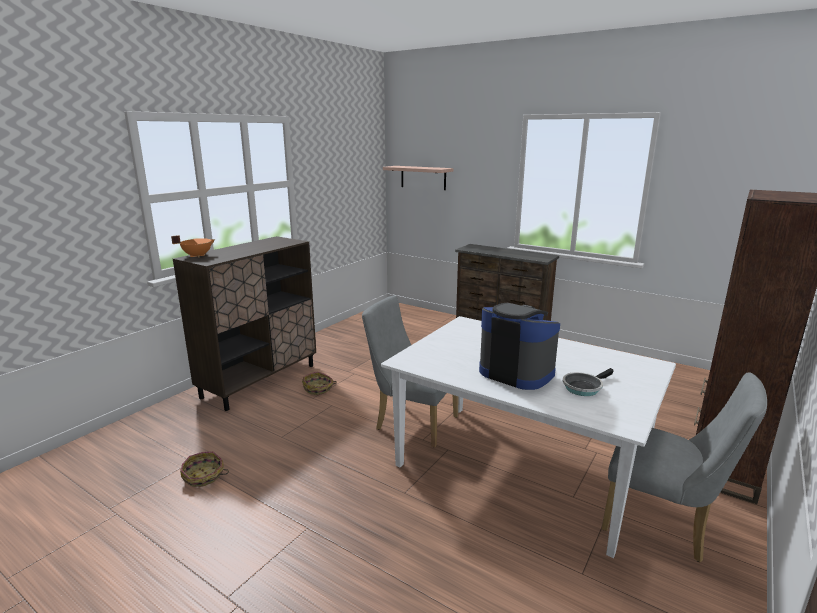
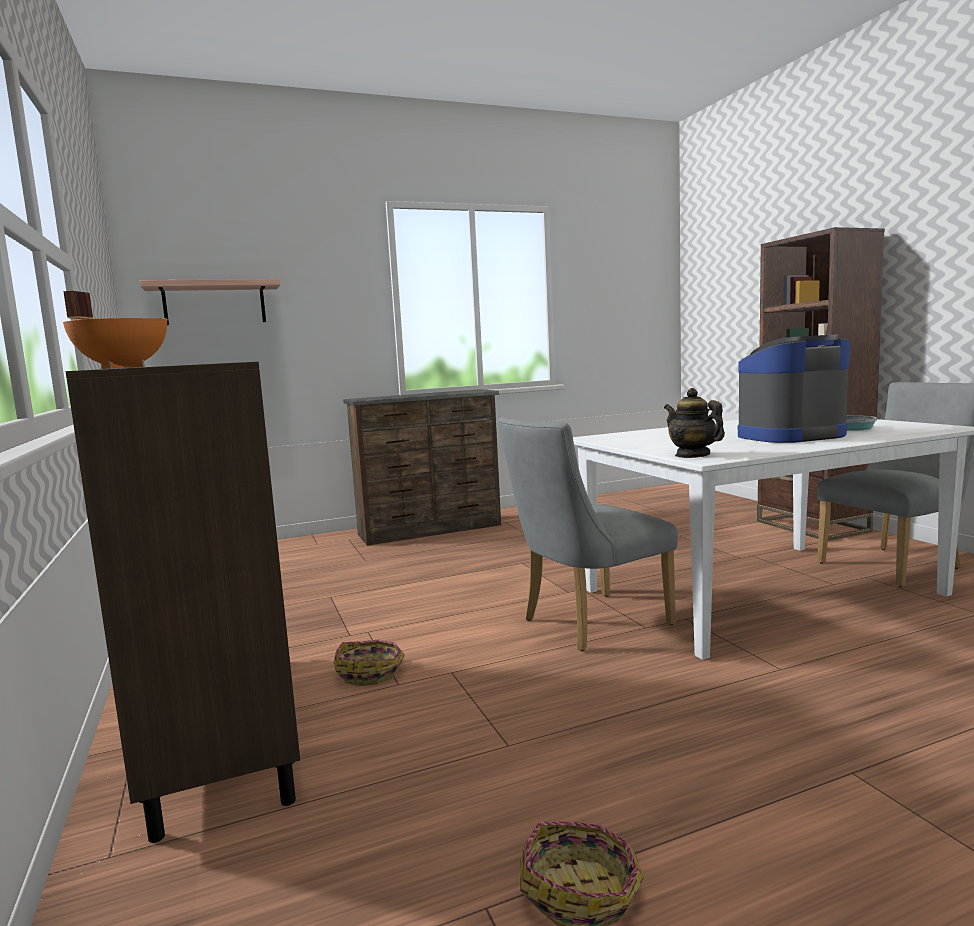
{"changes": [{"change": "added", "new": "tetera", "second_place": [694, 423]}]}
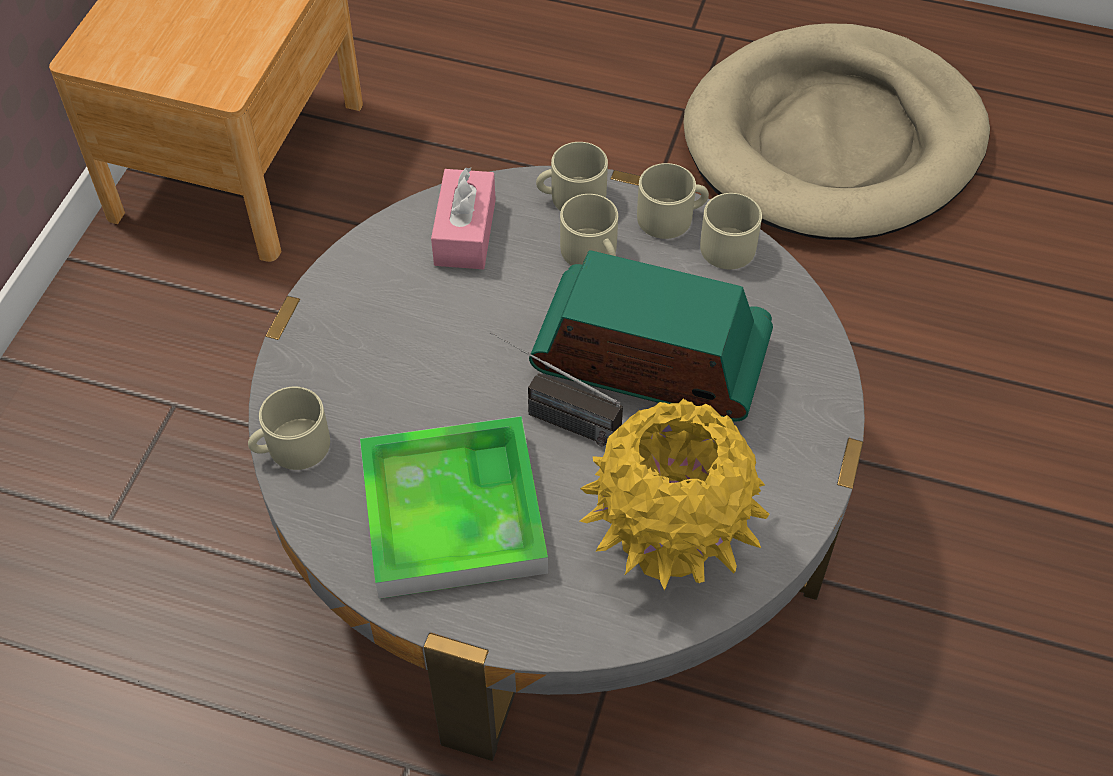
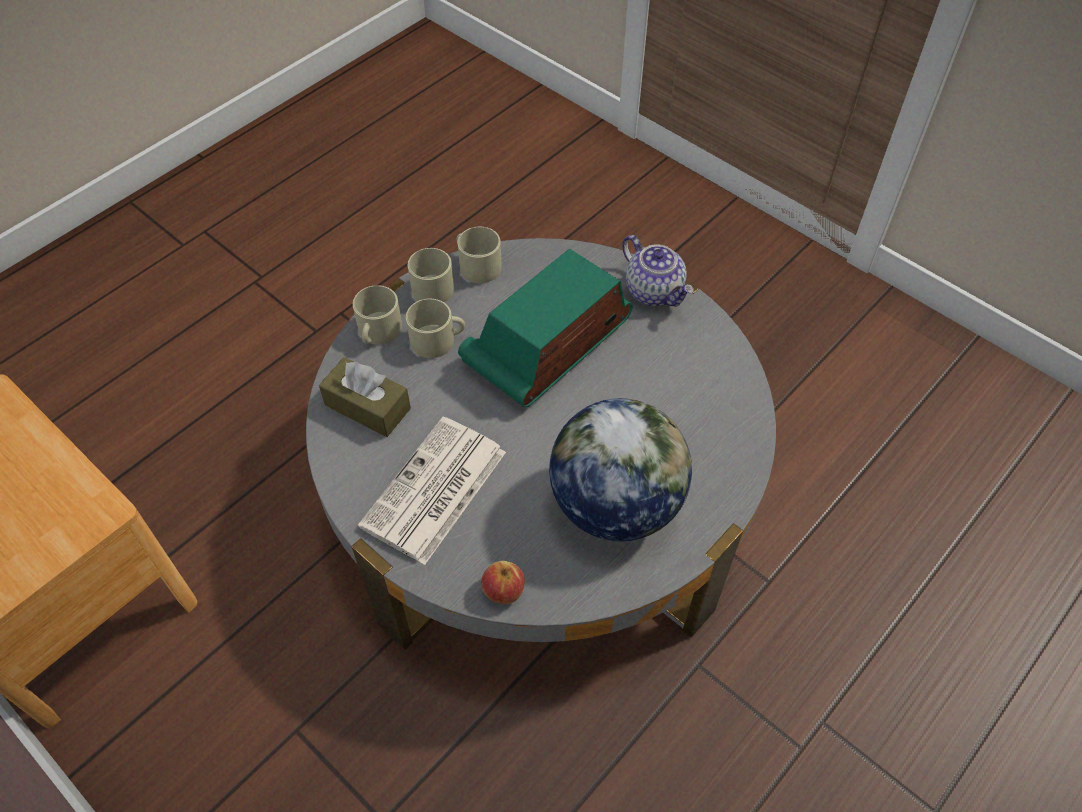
{"changes": [{"change": "removed", "old": "radio", "first_place": [556, 389]}, {"change": "removed", "old": "florero [amarillo]", "first_place": [674, 495]}, {"change": "removed", "old": "cama para perro [beis]", "first_place": [836, 131]}, {"change": "added", "new": "periódico", "second_place": [432, 491]}, {"change": "added", "new": "tetera", "second_place": [658, 271]}, {"change": "replaced", "old": "taza grande [beis]", "new": "manzana", "first_place": [289, 428], "second_place": [503, 582]}, {"change": "replaced", "old": "bandeja", "new": "globo terráqueo", "first_place": [454, 507], "second_place": [620, 469]}, {"change": "recoloured", "old": "caja de pañuelos [rosa]", "new": "caja de pañuelos [marrón]", "first_place": [463, 218], "second_place": [365, 397]}]}
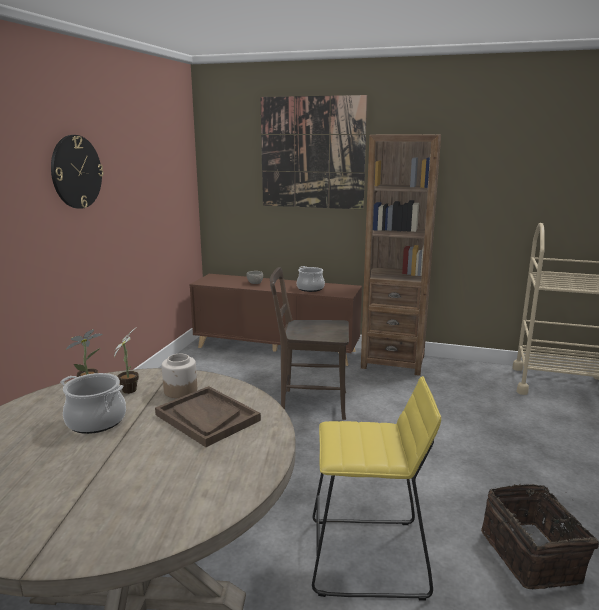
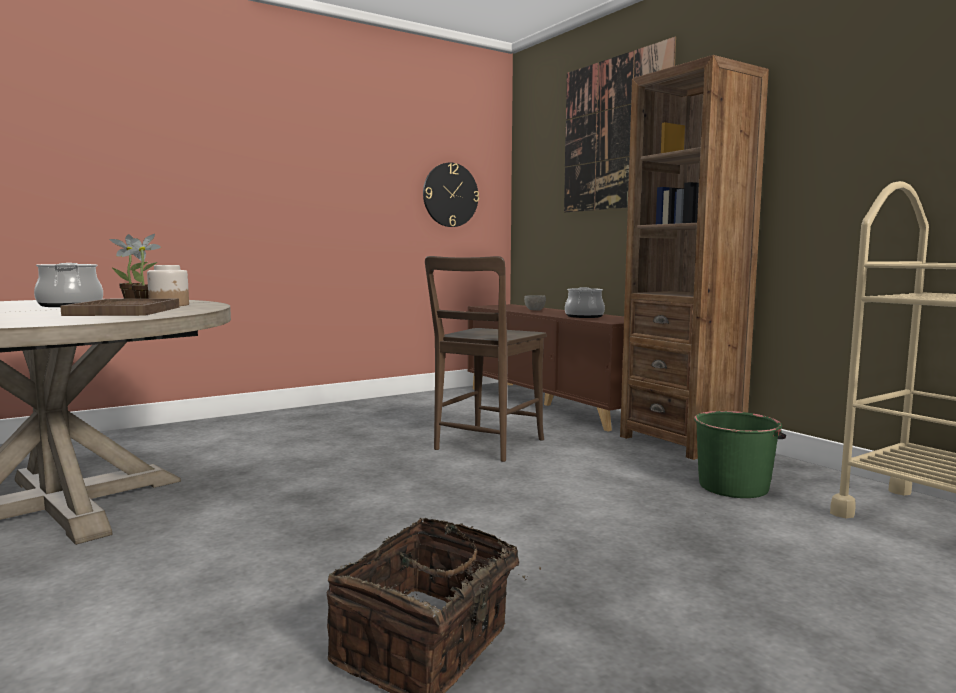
{"changes": [{"change": "removed", "old": "taburete [amarillo]", "first_place": [376, 488]}, {"change": "added", "new": "cubo [verde]", "second_place": [740, 454]}, {"change": "moved", "old": "reloj de pared", "first_place": [77, 172], "second_place": [451, 195]}, {"change": "turned", "old": "silla [marrón]", "first_place": [309, 343], "second_place": [485, 359], "degrees": -105}]}
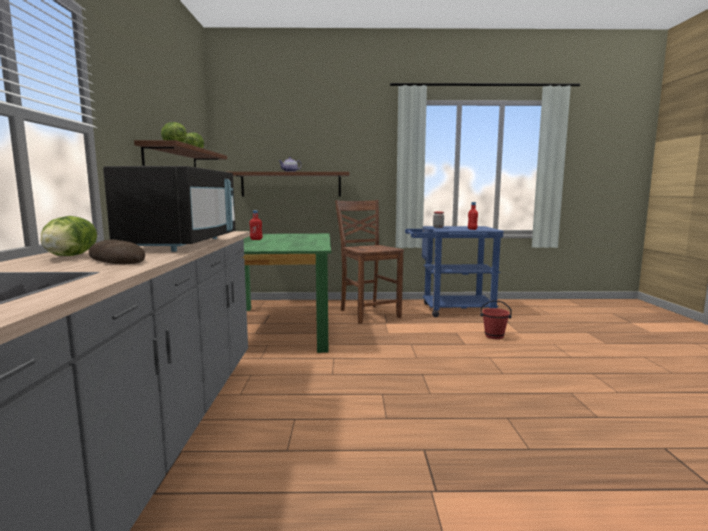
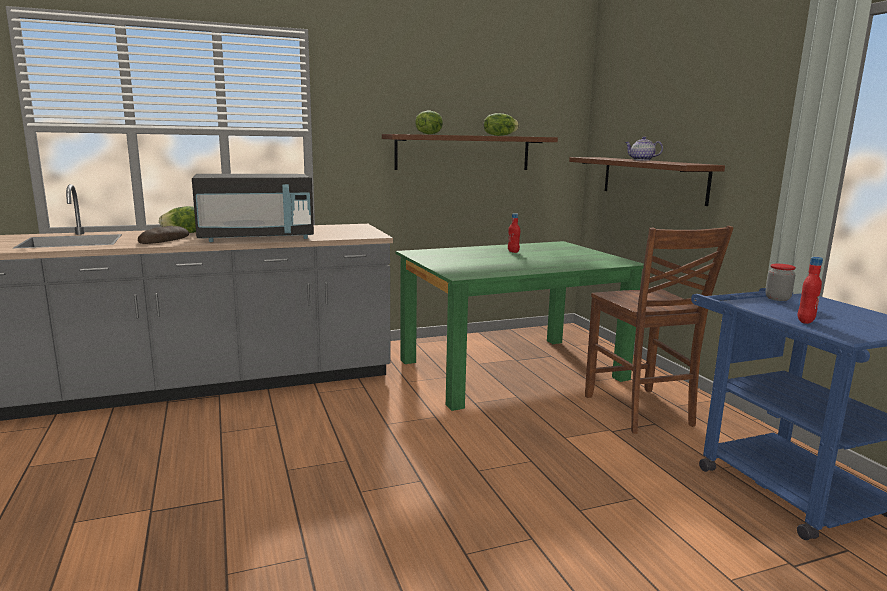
{"changes": [{"change": "removed", "old": "cubo [rojo]", "first_place": [496, 319]}, {"change": "turned", "old": "silla [marrón]", "first_place": [369, 262], "second_place": [659, 330], "degrees": 120}]}
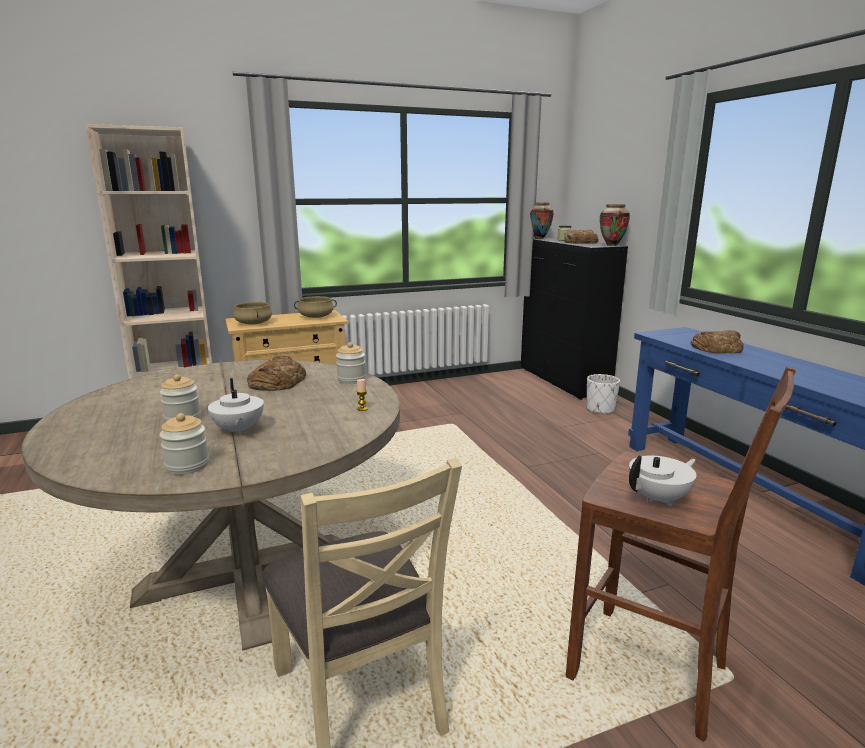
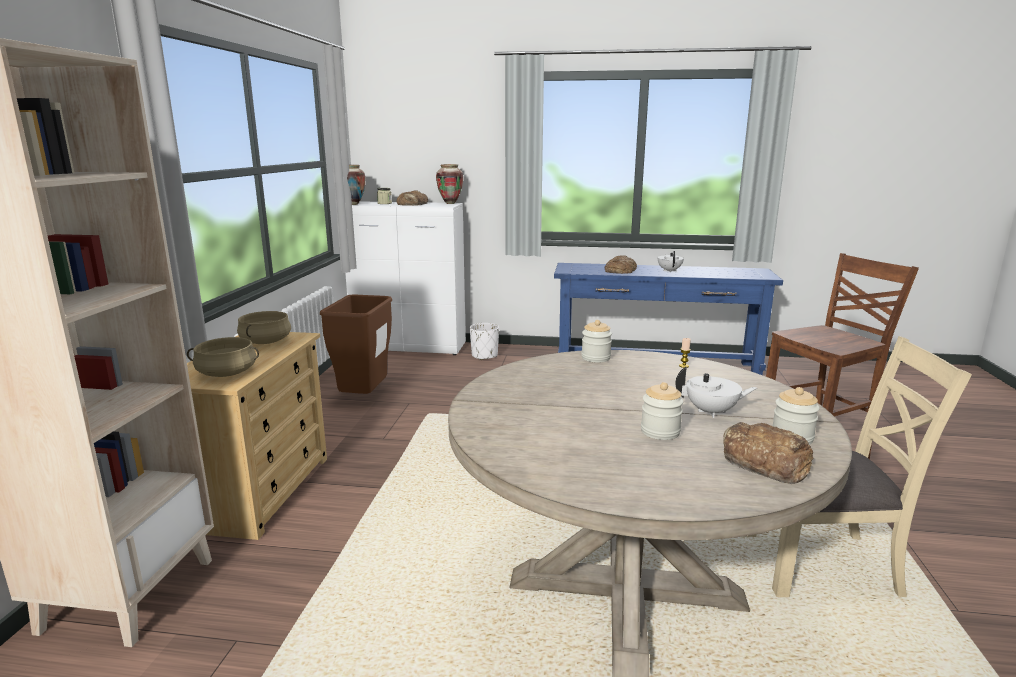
{"changes": [{"change": "added", "new": "papelera [marrón]", "second_place": [356, 344]}, {"change": "moved", "old": "pan", "first_place": [276, 373], "second_place": [768, 453]}, {"change": "moved", "old": "tetera [blanco]", "first_place": [662, 481], "second_place": [671, 261]}, {"change": "recoloured", "old": "armario [negro]", "new": "armario [blanco]", "first_place": [574, 319], "second_place": [405, 278]}]}
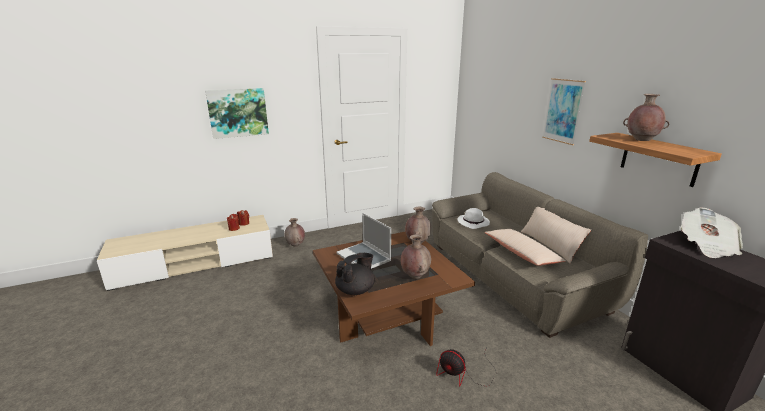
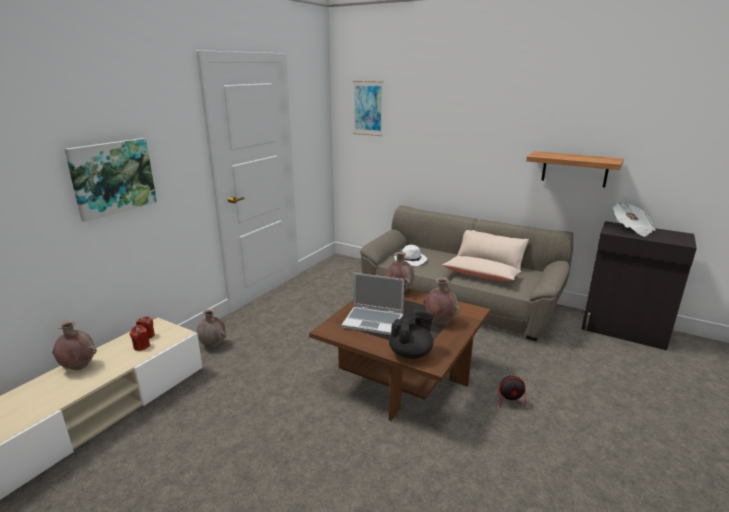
{"changes": [{"change": "moved", "old": "cuadro", "first_place": [564, 111], "second_place": [368, 108]}, {"change": "moved", "old": "florero [marrón]", "first_place": [646, 117], "second_place": [74, 345]}, {"change": "turned", "old": "tetera [negro]", "first_place": [355, 274], "second_place": [411, 335], "degrees": 45}]}
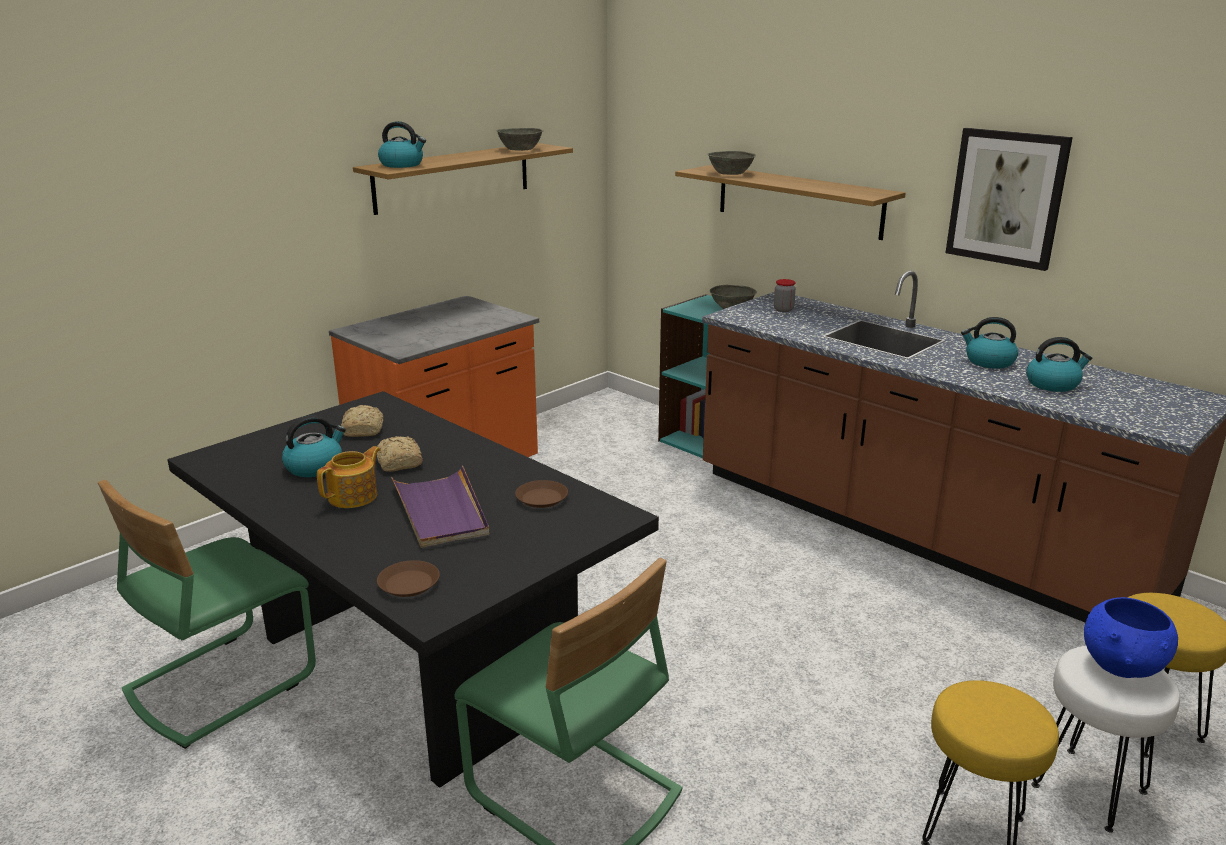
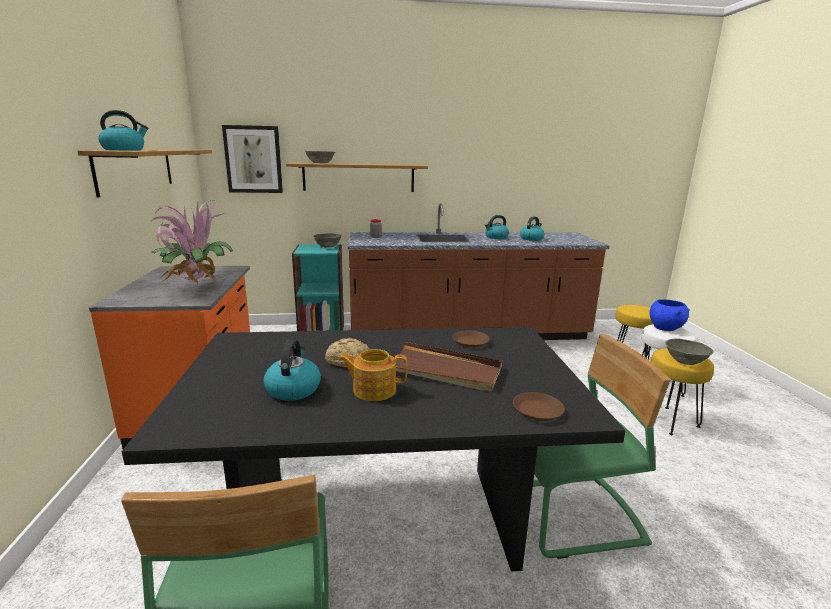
{"changes": [{"change": "removed", "old": "pan", "first_place": [362, 421]}, {"change": "added", "new": "planta en maceta", "second_place": [191, 242]}, {"change": "moved", "old": "cuenco [gris]", "first_place": [520, 139], "second_place": [689, 351]}, {"change": "moved", "old": "cuadro", "first_place": [1009, 199], "second_place": [252, 159]}, {"change": "recoloured", "old": "bandeja [morado]", "new": "bandeja [marrón]", "first_place": [440, 506], "second_place": [449, 367]}, {"change": "turned", "old": "tetera", "first_place": [349, 477], "second_place": [372, 375], "degrees": -75}]}
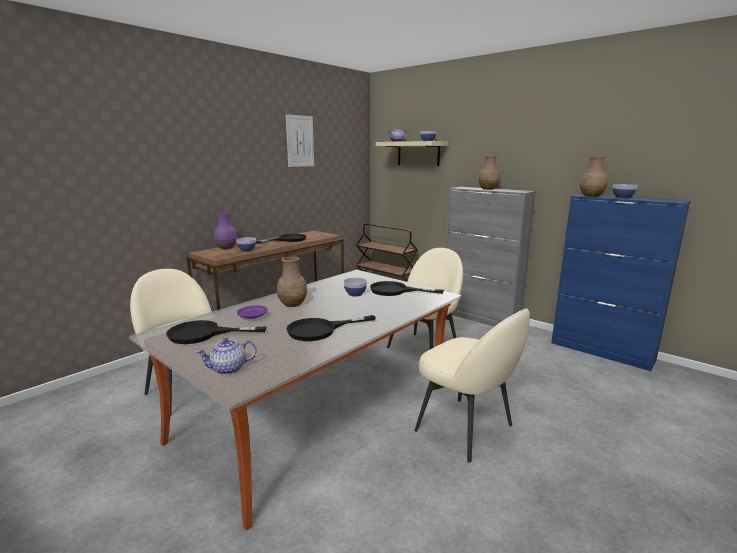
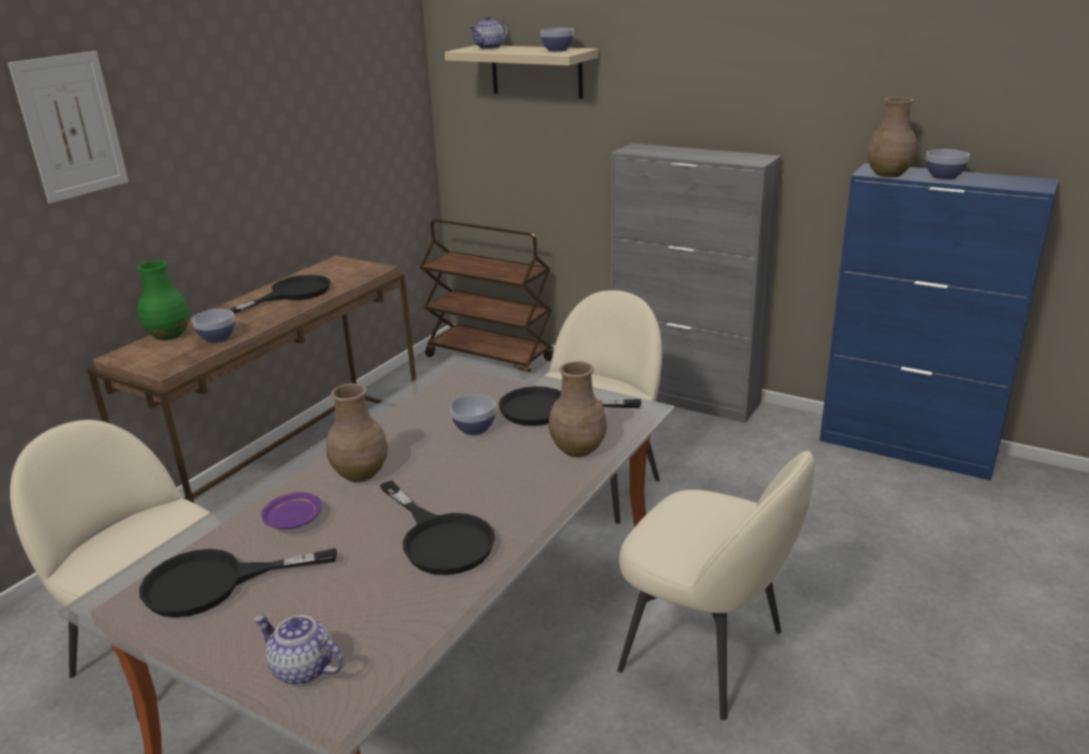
{"changes": [{"change": "moved", "old": "cuadro", "first_place": [300, 140], "second_place": [68, 127]}, {"change": "moved", "old": "florero [marrón]", "first_place": [489, 173], "second_place": [578, 409]}, {"change": "recoloured", "old": "florero [morado]", "new": "florero [verde]", "first_place": [225, 230], "second_place": [163, 300]}, {"change": "turned", "old": "tetera", "first_place": [226, 356], "second_place": [299, 650], "degrees": 60}, {"change": "turned", "old": "sartén [negro]", "first_place": [331, 328], "second_place": [437, 528], "degrees": -90}]}
